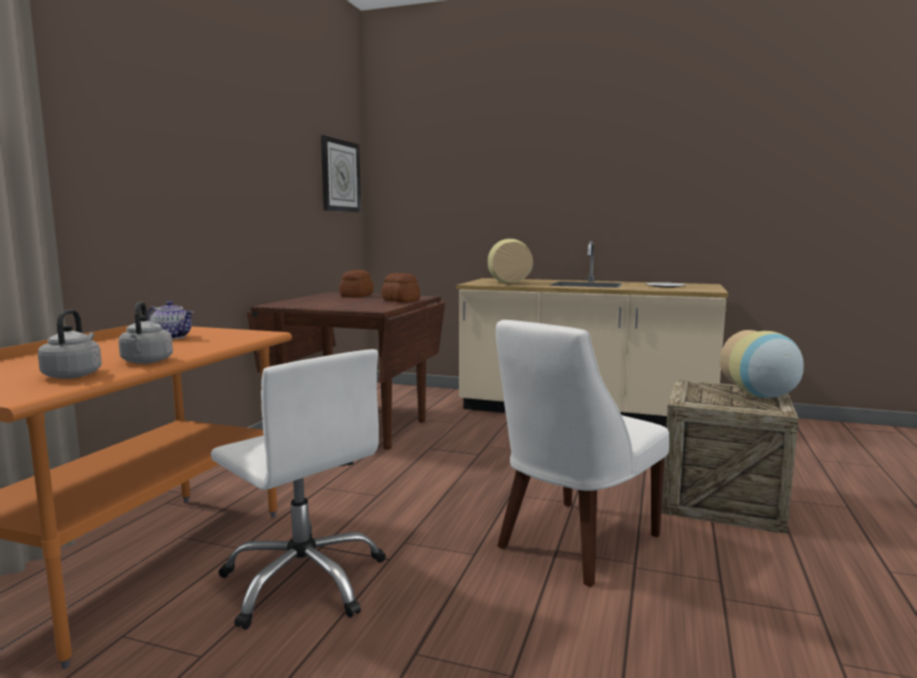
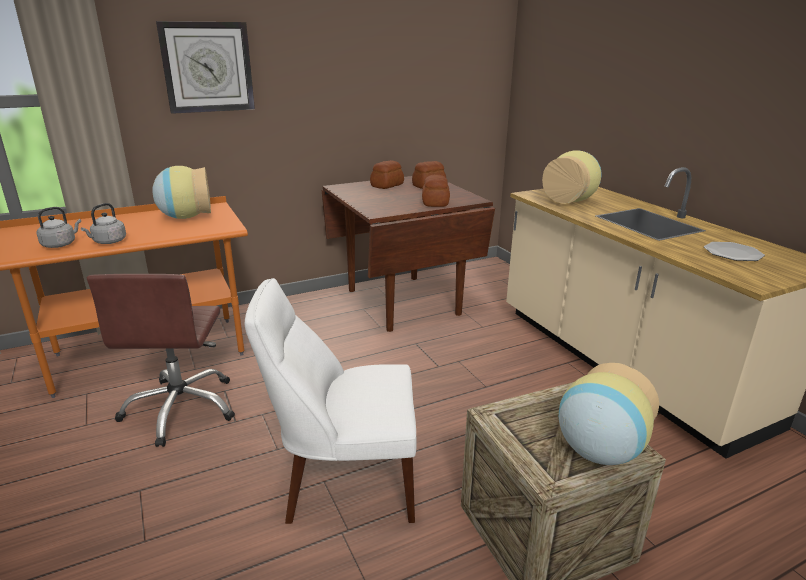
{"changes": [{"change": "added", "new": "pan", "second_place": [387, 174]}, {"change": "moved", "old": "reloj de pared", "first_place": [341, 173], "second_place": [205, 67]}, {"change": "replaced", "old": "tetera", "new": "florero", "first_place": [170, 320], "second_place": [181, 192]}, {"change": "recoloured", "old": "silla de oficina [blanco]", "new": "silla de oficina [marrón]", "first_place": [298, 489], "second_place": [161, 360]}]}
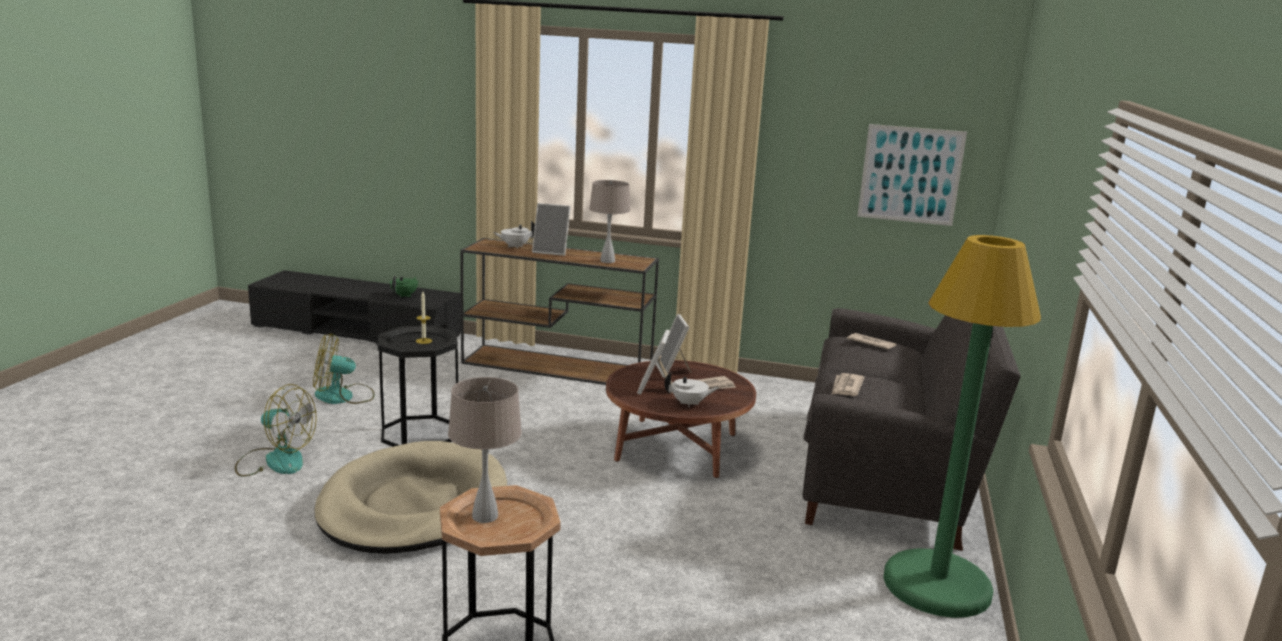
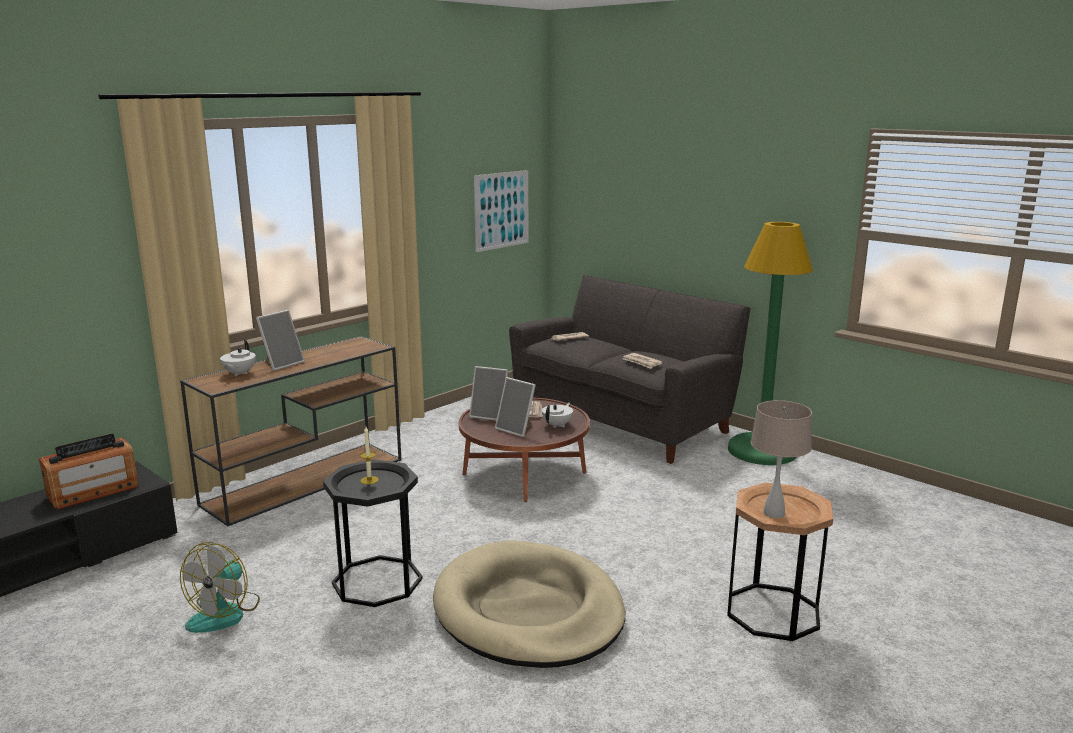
{"changes": [{"change": "removed", "old": "ventilador", "first_place": [276, 430]}, {"change": "removed", "old": "lámpara de mesa [beis]", "first_place": [609, 221]}, {"change": "replaced", "old": "tetera [verde]", "new": "radio", "first_place": [404, 287], "second_place": [89, 471]}]}
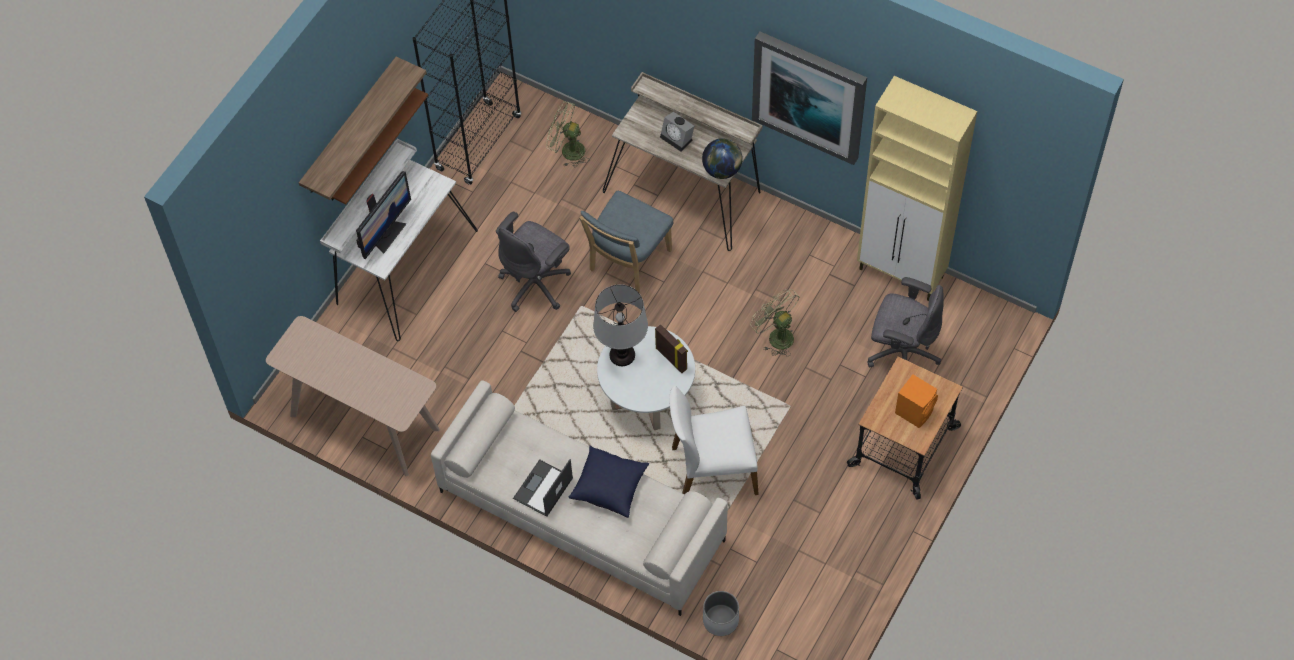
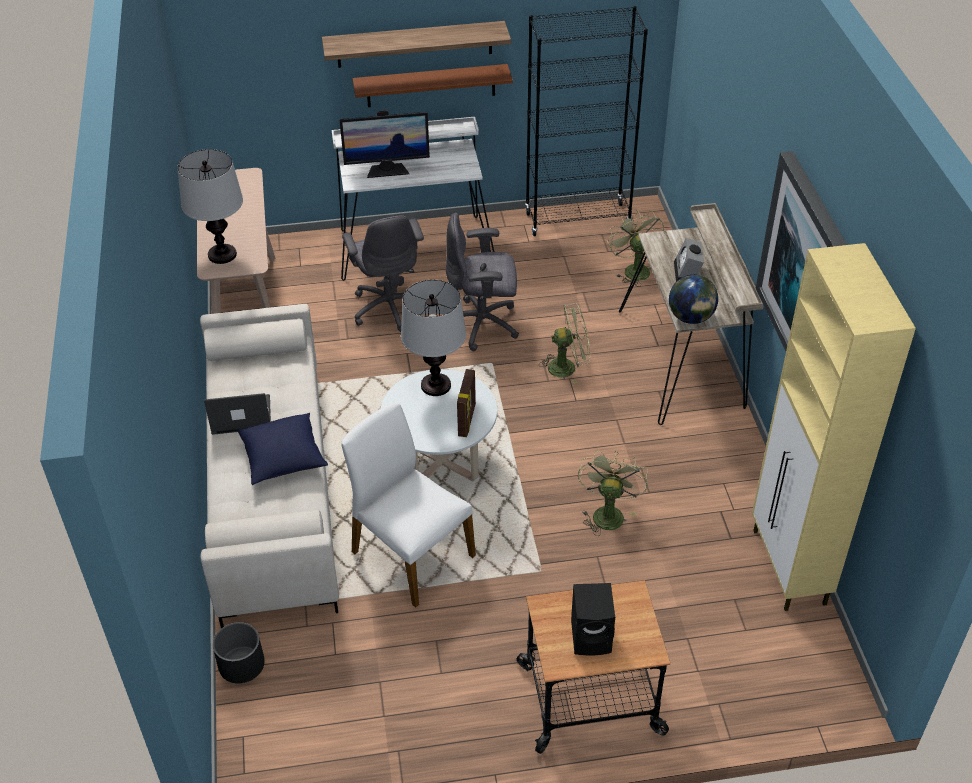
{"changes": [{"change": "added", "new": "lámpara de mesa", "second_place": [210, 206]}, {"change": "moved", "old": "silla de oficina [gris]", "first_place": [906, 322], "second_place": [383, 273]}, {"change": "replaced", "old": "silla [azul]", "new": "ventilador [verde]", "first_place": [626, 242], "second_place": [564, 343]}, {"change": "recoloured", "old": "maceta [blanco]", "new": "maceta [negro]", "first_place": [721, 613], "second_place": [239, 652]}, {"change": "recoloured", "old": "altavoz [naranja]", "new": "altavoz [negro]", "first_place": [916, 401], "second_place": [593, 619]}]}
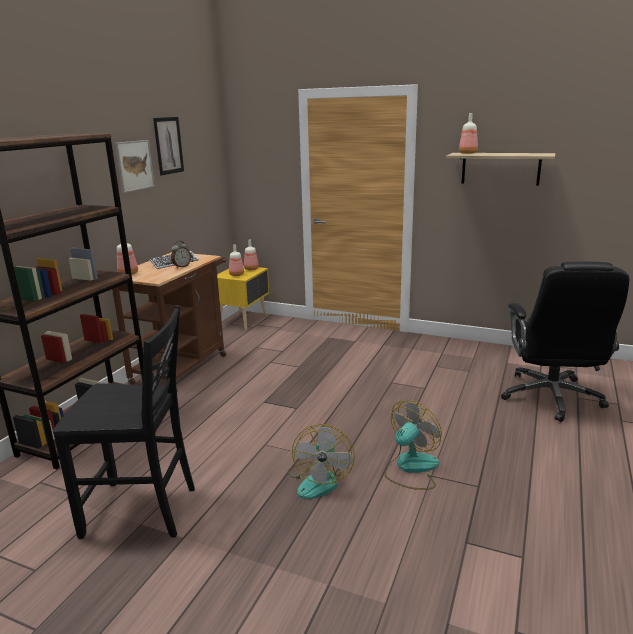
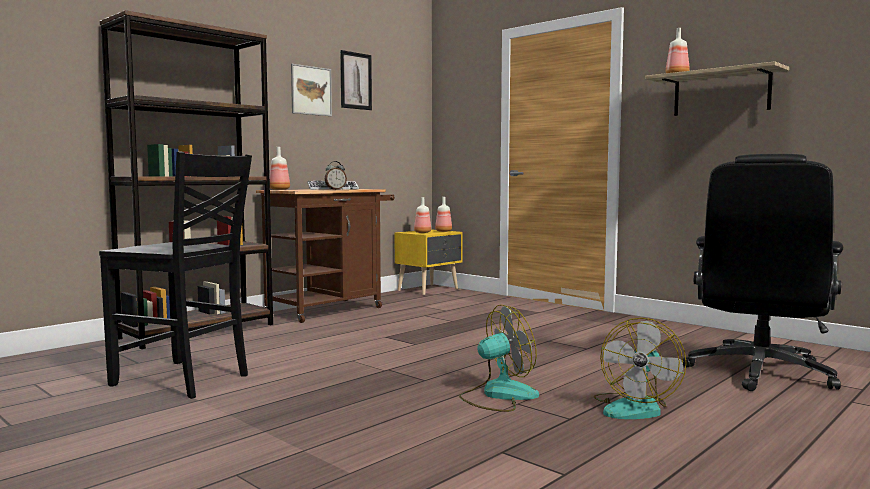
{"changes": [{"change": "moved", "old": "ventilador", "first_place": [321, 461], "second_place": [640, 368]}]}
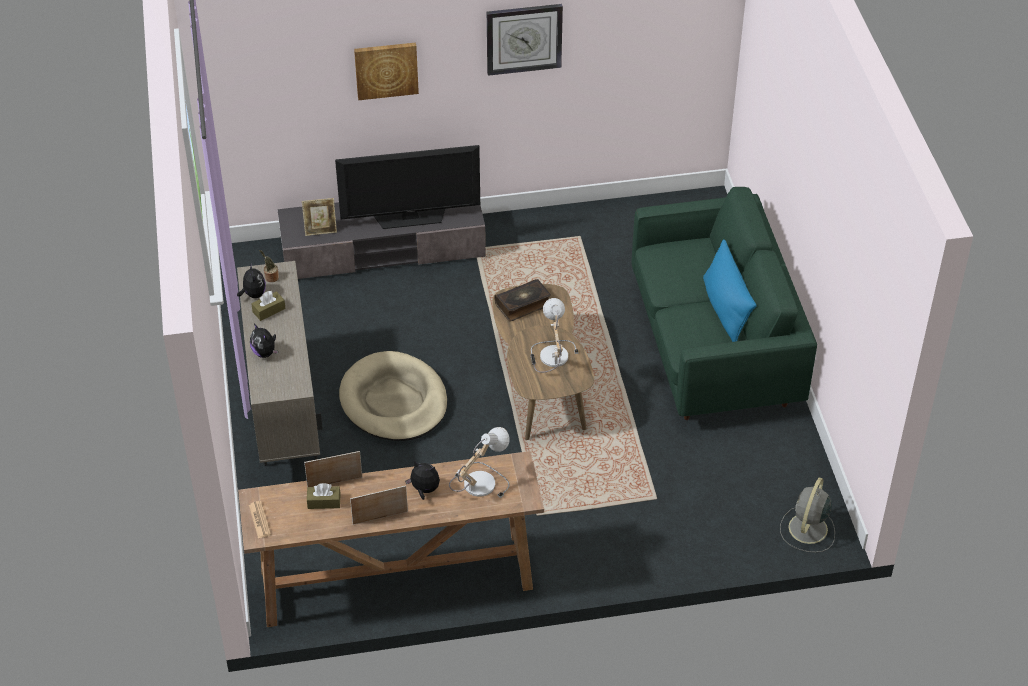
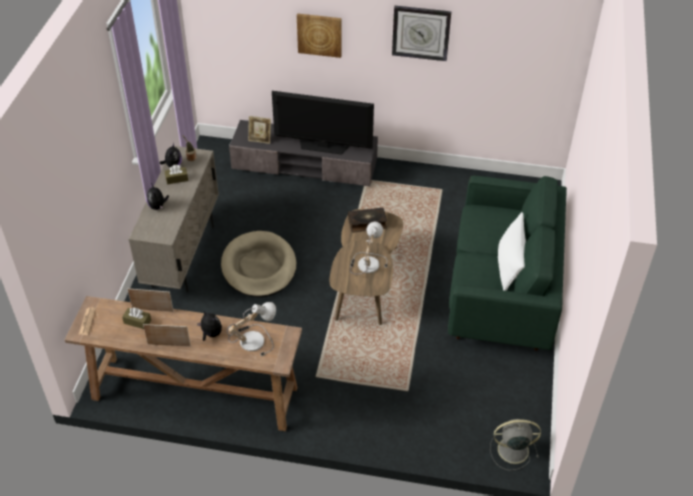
{"changes": [{"change": "recoloured", "old": "cojín [azul]", "new": "cojín [blanco]", "first_place": [729, 291], "second_place": [512, 251]}, {"change": "turned", "old": "ventilador [gris]", "first_place": [807, 515], "second_place": [515, 444], "degrees": 45}]}
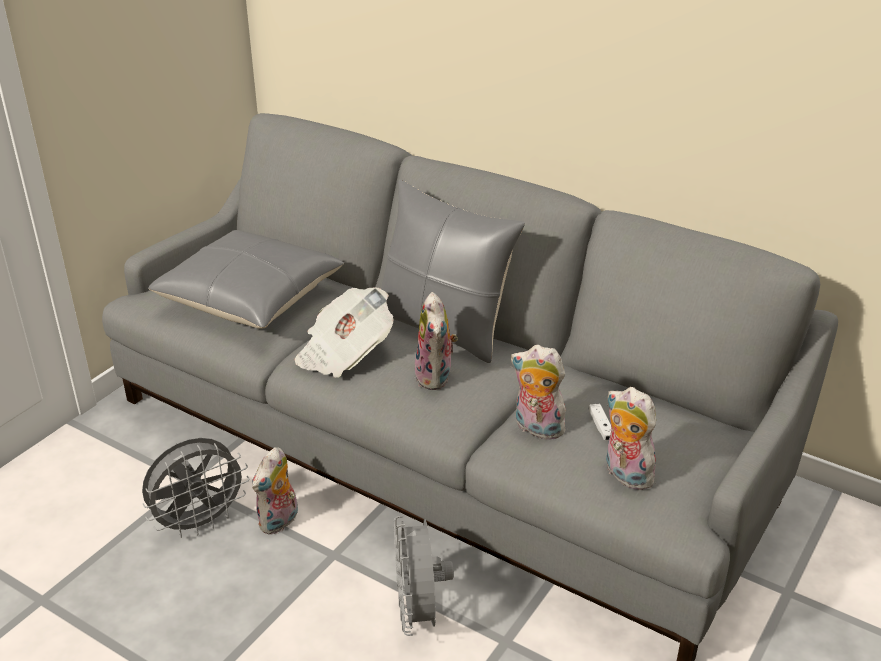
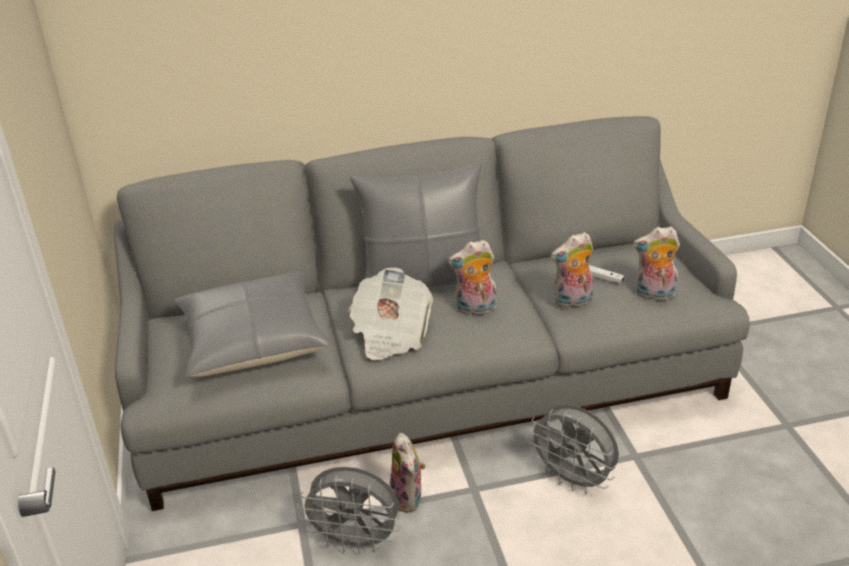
{"changes": [{"change": "turned", "old": "ventilador [gris]", "first_place": [196, 488], "second_place": [349, 510], "degrees": 90}, {"change": "turned", "old": "peluche", "first_place": [436, 341], "second_place": [472, 278], "degrees": 135}]}
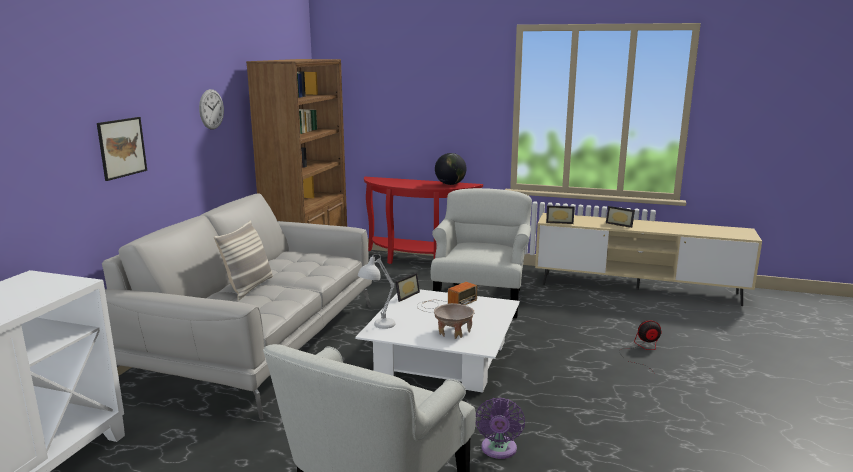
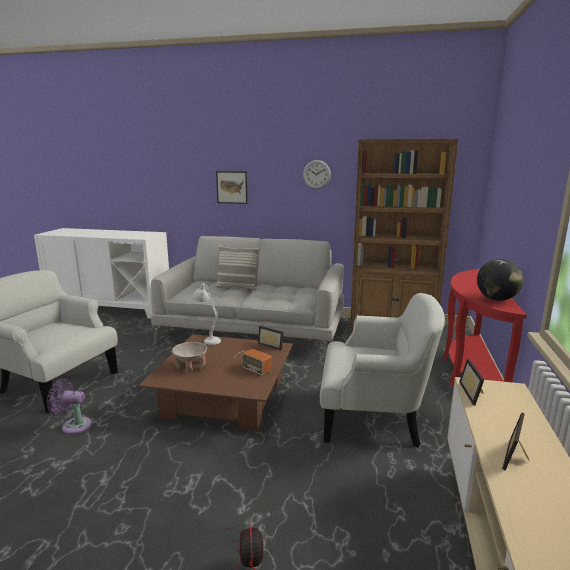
{"changes": [{"change": "recoloured", "old": "mesa de centro [blanco]", "new": "mesa de centro [marrón]", "first_place": [437, 341], "second_place": [216, 382]}]}
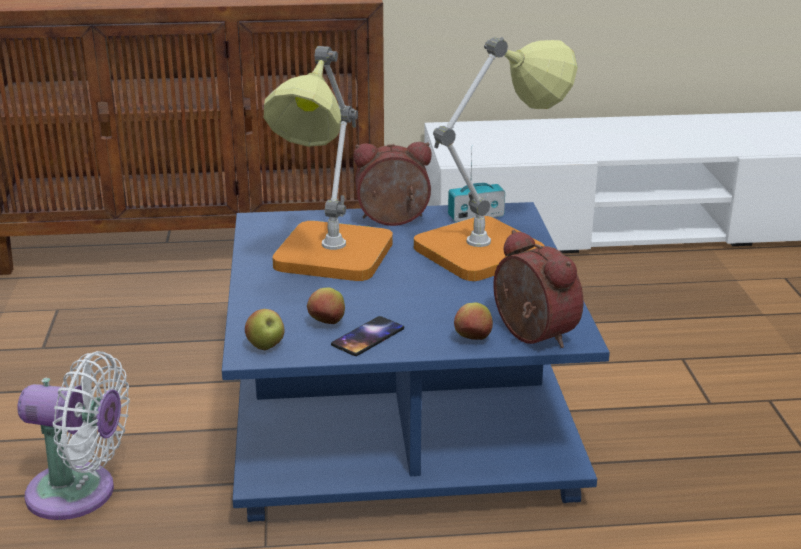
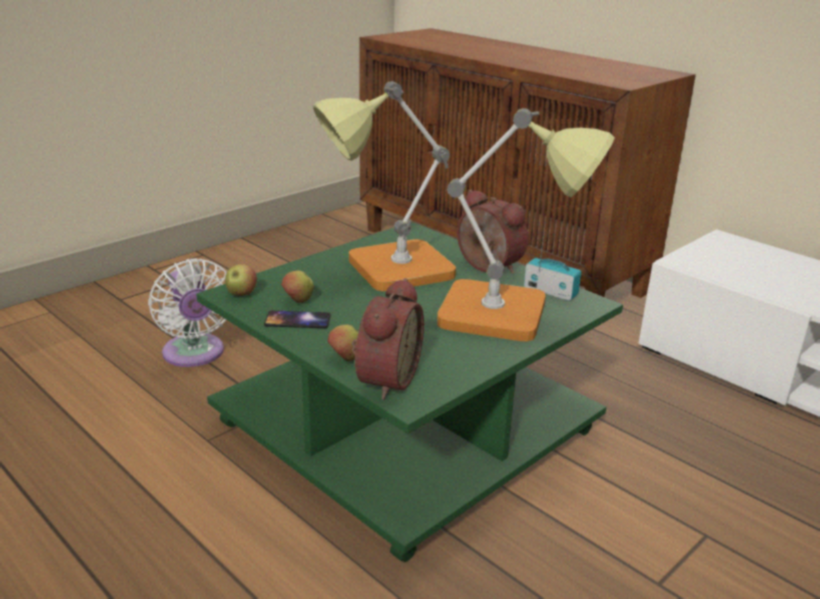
{"changes": [{"change": "recoloured", "old": "mesa de centro [azul]", "new": "mesa de centro [verde]", "first_place": [416, 362], "second_place": [409, 392]}]}
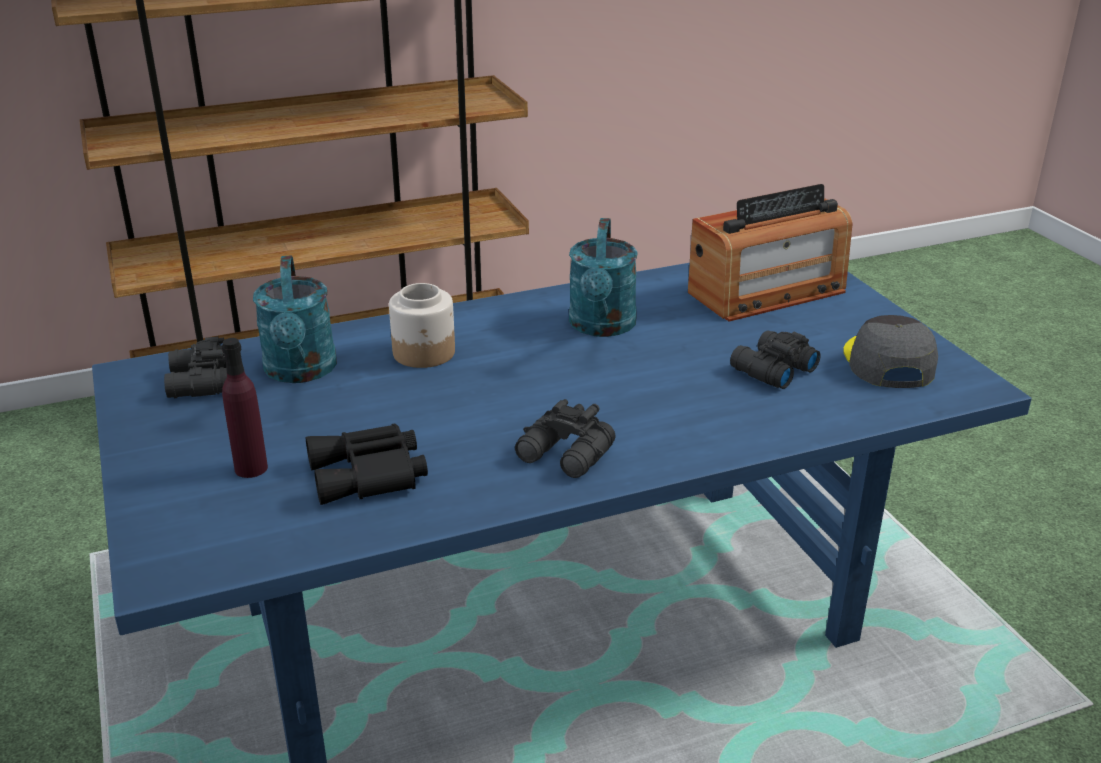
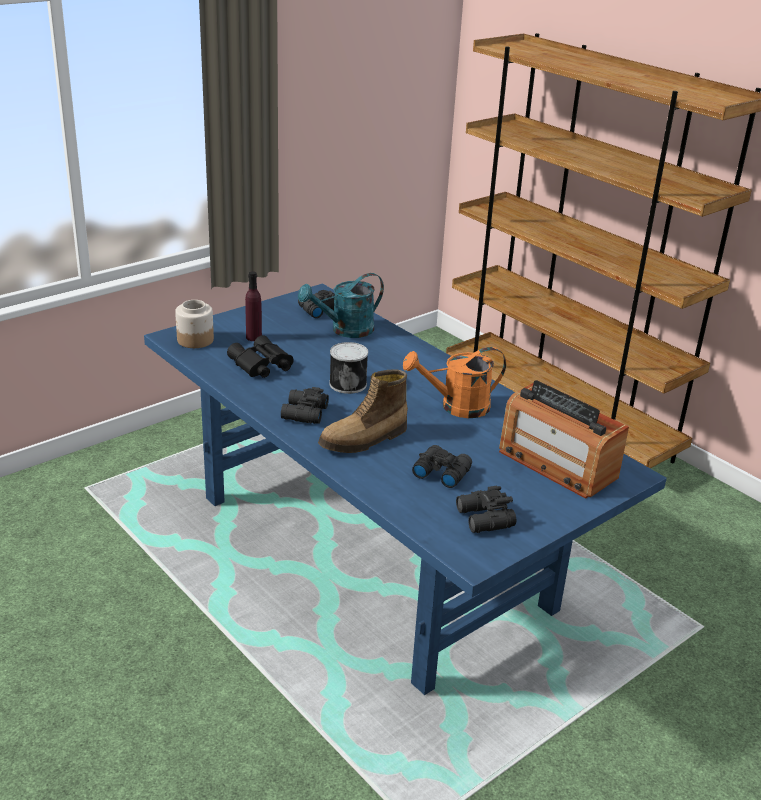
{"changes": [{"change": "added", "new": "bota", "second_place": [363, 411]}, {"change": "added", "new": "lata", "second_place": [348, 368]}, {"change": "moved", "old": "tarro", "first_place": [422, 325], "second_place": [194, 324]}, {"change": "replaced", "old": "gorra [gris]", "new": "prismáticos [negro]", "first_place": [890, 351], "second_place": [486, 509]}, {"change": "recoloured", "old": "regadera [turquesa]", "new": "regadera [naranja]", "first_place": [603, 277], "second_place": [454, 382]}]}
